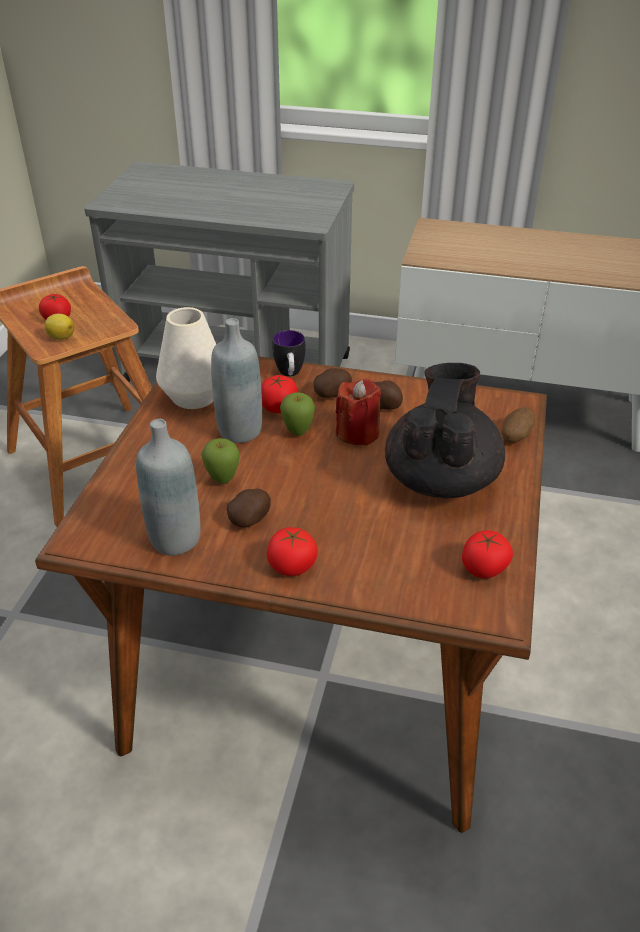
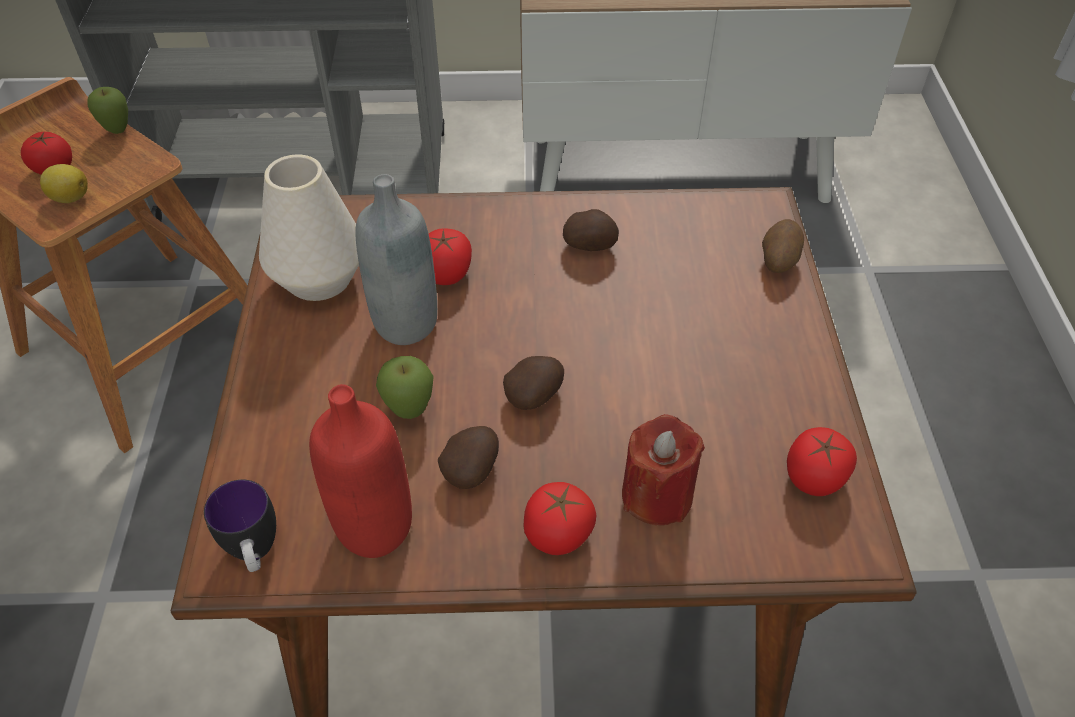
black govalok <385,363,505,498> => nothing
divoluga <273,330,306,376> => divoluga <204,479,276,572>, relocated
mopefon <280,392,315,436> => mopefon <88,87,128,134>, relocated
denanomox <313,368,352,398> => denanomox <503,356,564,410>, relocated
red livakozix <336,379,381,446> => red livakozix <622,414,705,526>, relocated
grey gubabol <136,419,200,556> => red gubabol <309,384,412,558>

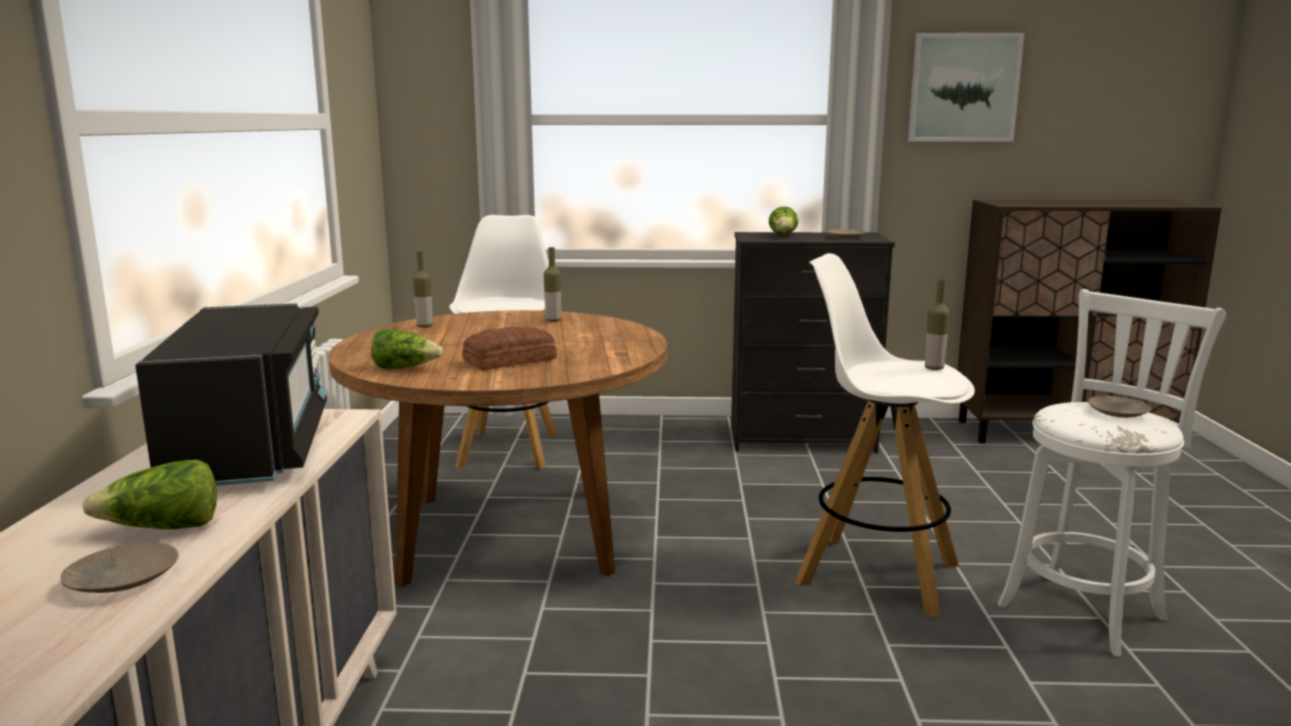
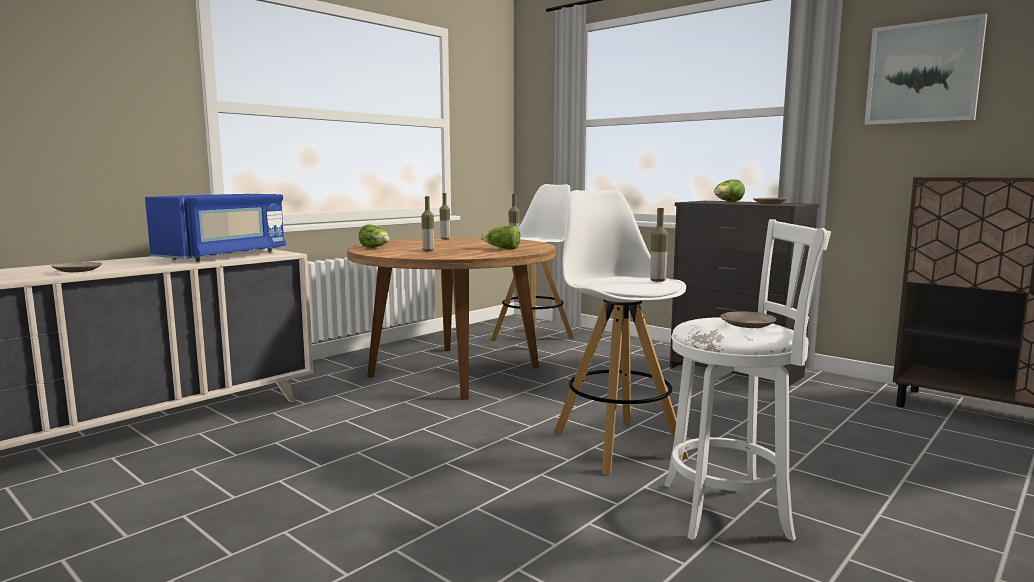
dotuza <82,460,217,529> => dotuza <481,226,520,249>, relocated
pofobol <462,326,557,371> => gubabol <421,196,434,251>
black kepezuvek <135,304,328,486> => blue kepezuvek <145,194,286,262>

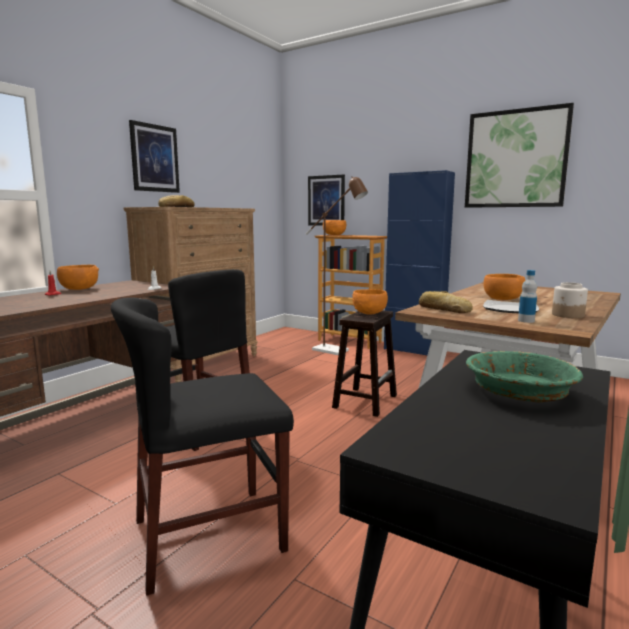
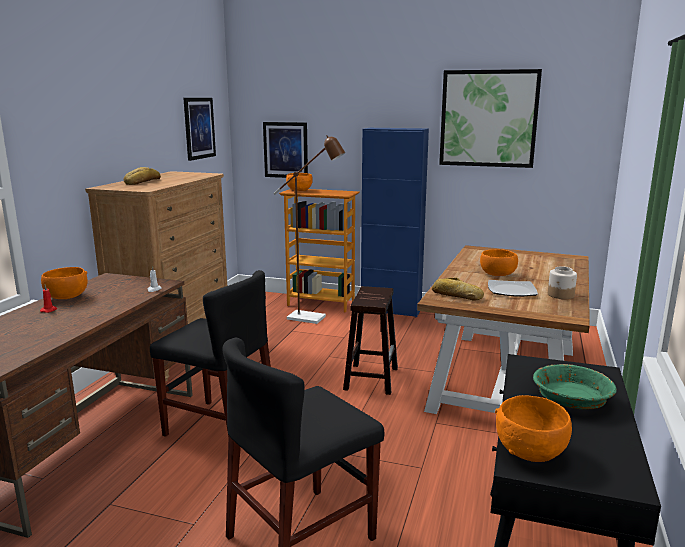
gubabol <518,270,537,323> => nothing
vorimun <129,120,180,193> => vorimun <183,98,216,161>, relocated
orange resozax <352,289,388,315> => orange resozax <495,395,572,462>, relocated

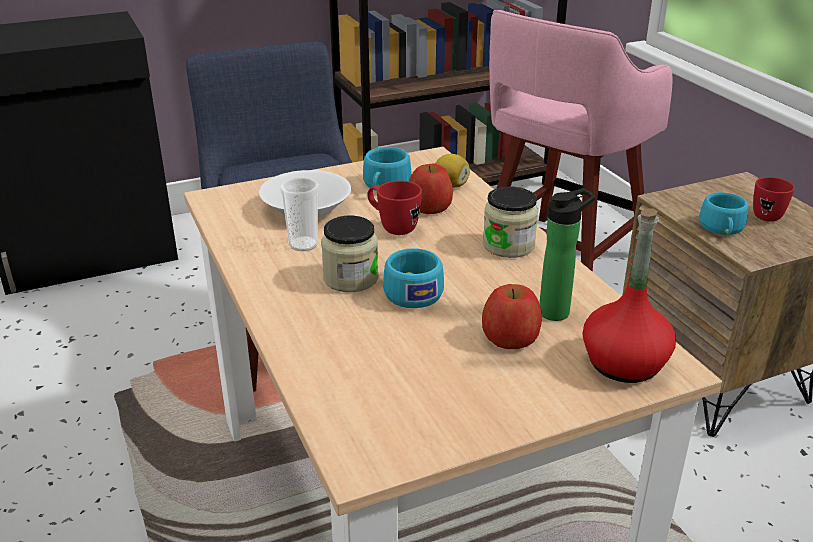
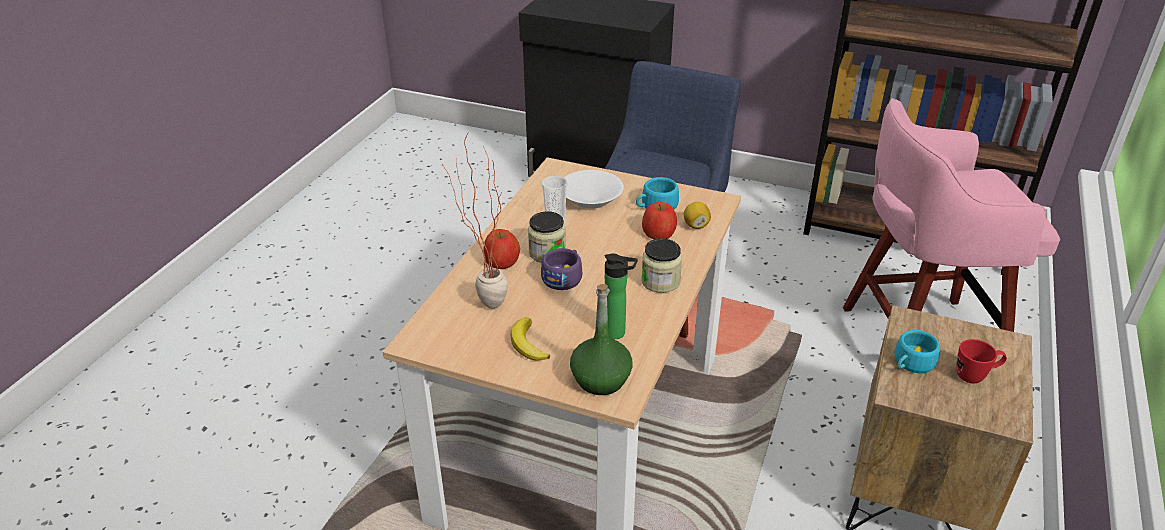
red divoluga <367,181,422,235> => nothing
nothing => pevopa <442,133,508,309>
nothing => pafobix <510,317,550,361>
mopefon <482,284,542,349> => mopefon <483,229,520,269>, relocated
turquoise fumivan <383,248,444,308> => purple fumivan <541,248,582,290>
red gubabol <583,209,676,383> => green gubabol <570,284,633,395>

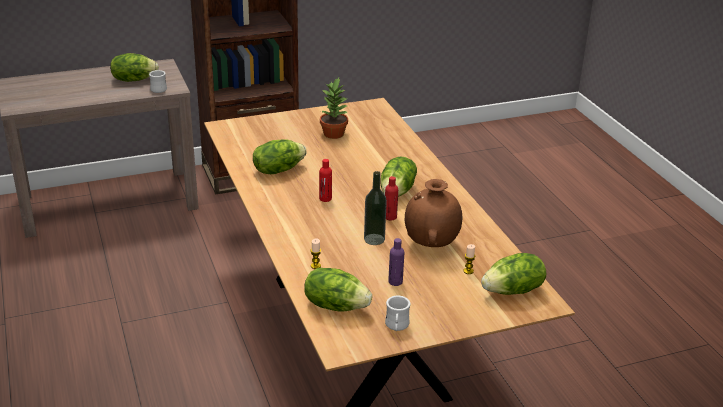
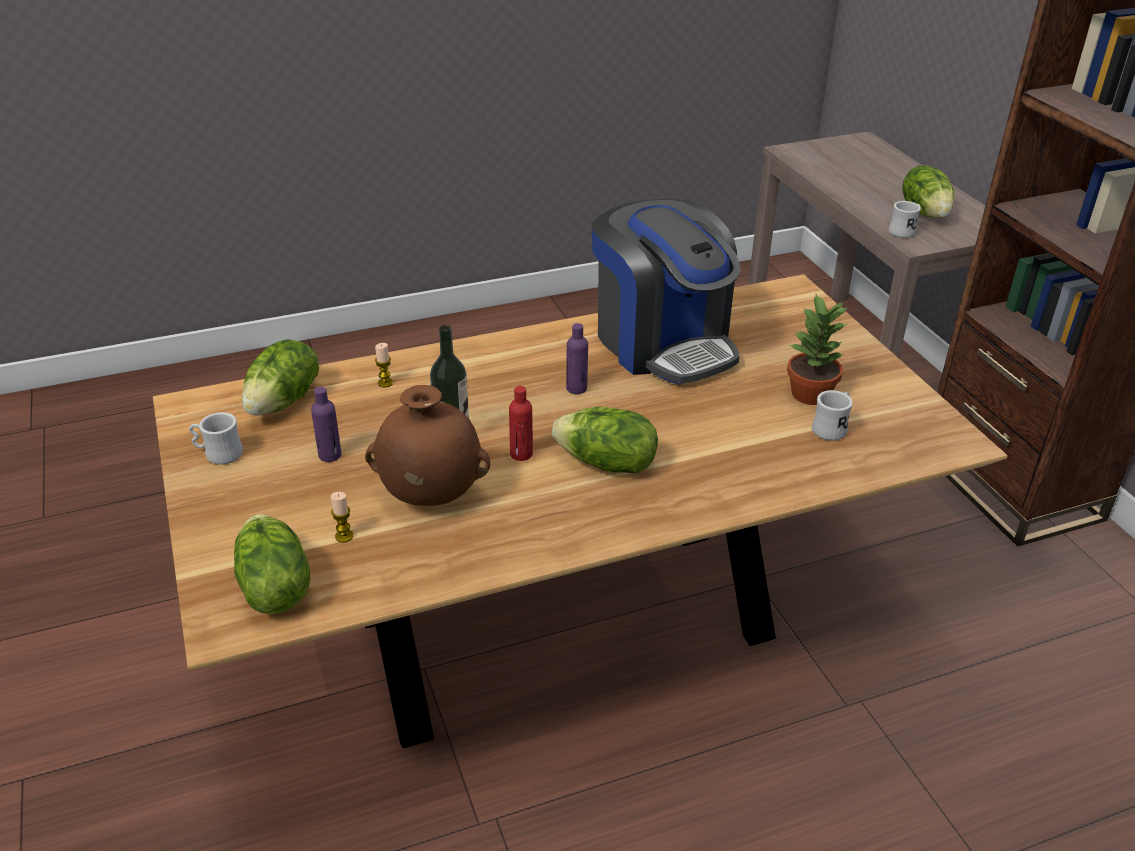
nothing => white divoluga <812,390,853,441>
dotuza <253,139,307,174> => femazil <591,199,741,385>
red gubabol <319,159,332,202> => purple gubabol <566,323,588,394>

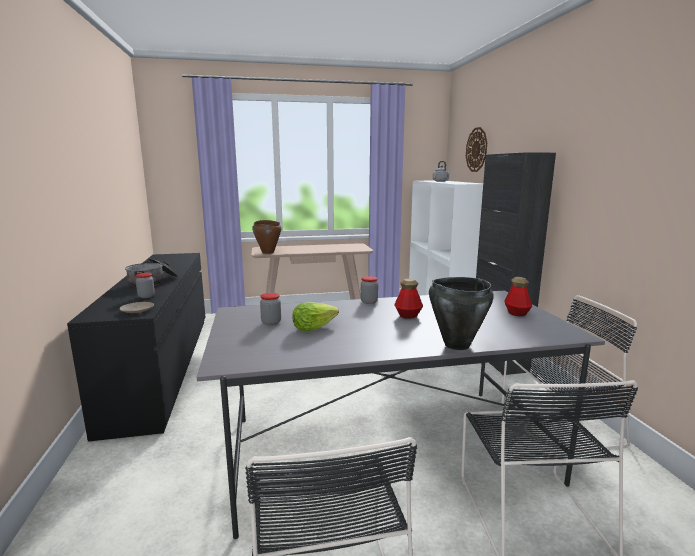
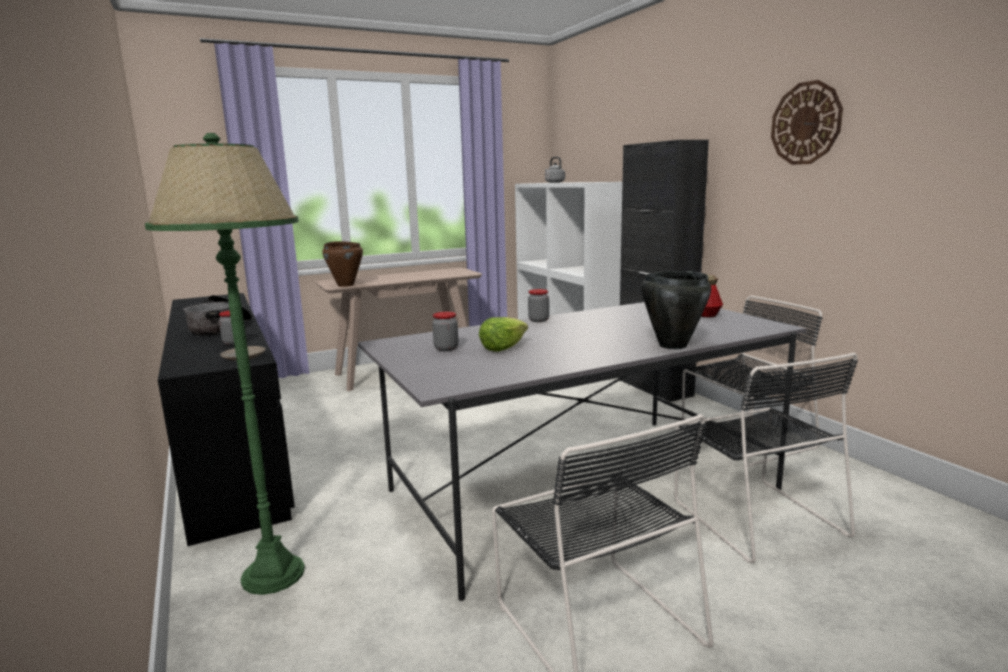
gubabol <394,279,423,319> => nothing
nothing => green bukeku <145,133,305,595>
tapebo <466,127,487,172> => tapebo <771,80,843,165>, relocated

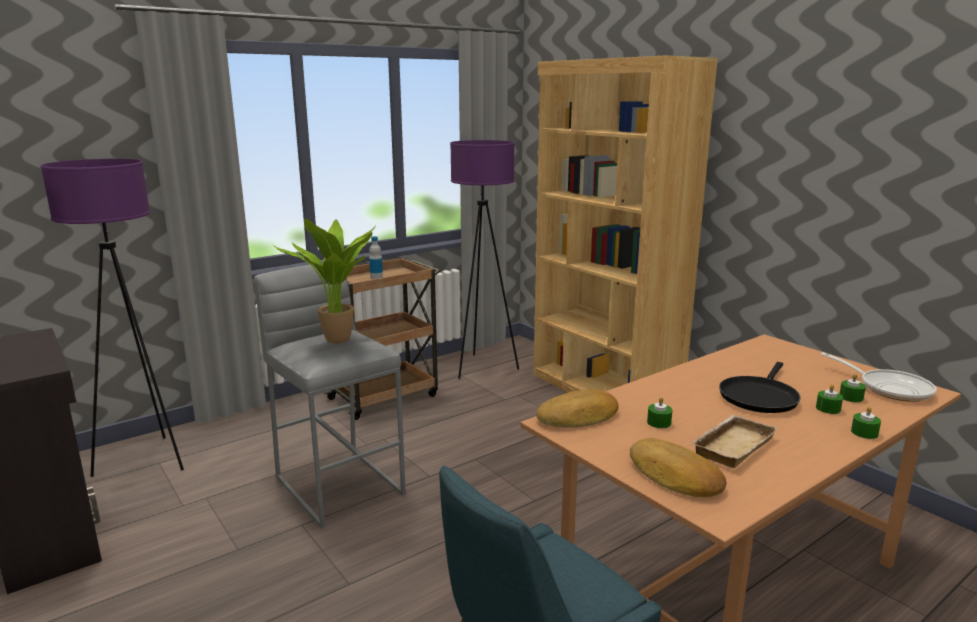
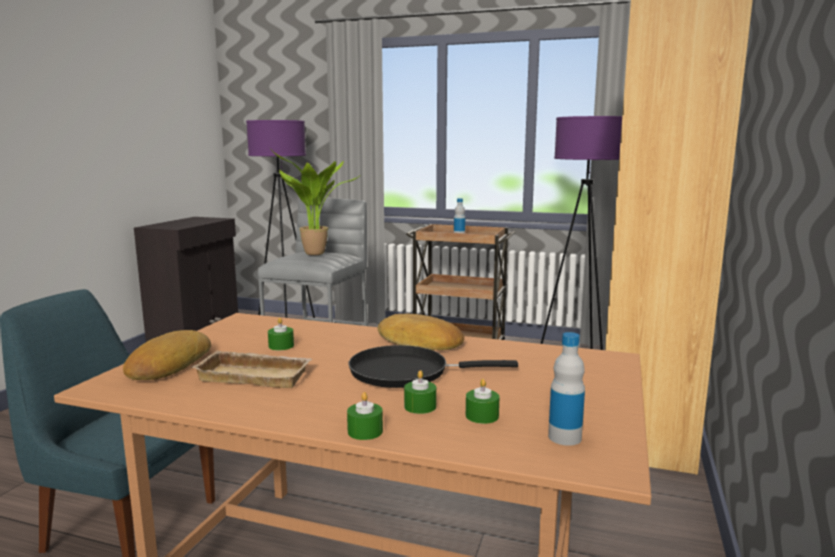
pofobol <536,389,619,428> => pofobol <378,314,464,350>, relocated
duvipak <821,352,937,402> => gubabol <548,332,585,446>

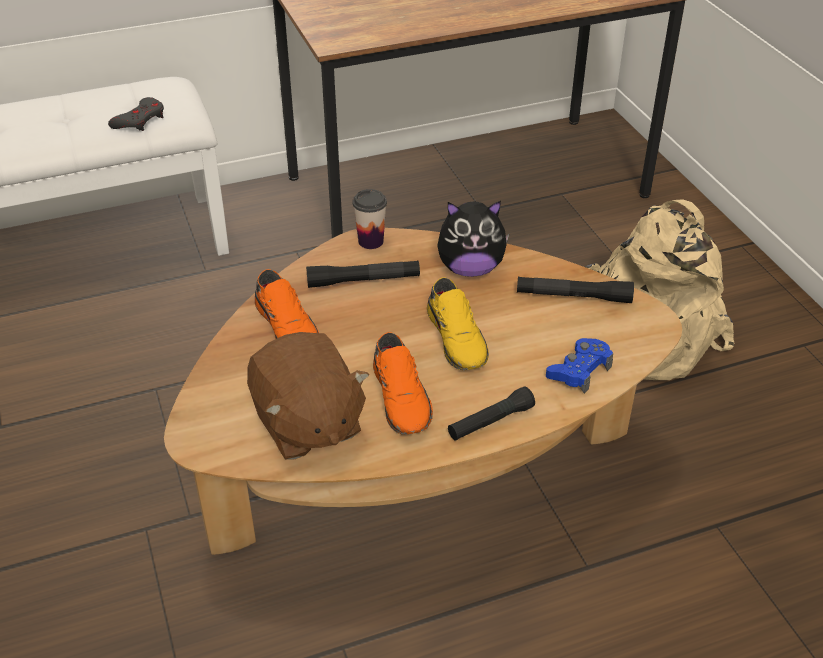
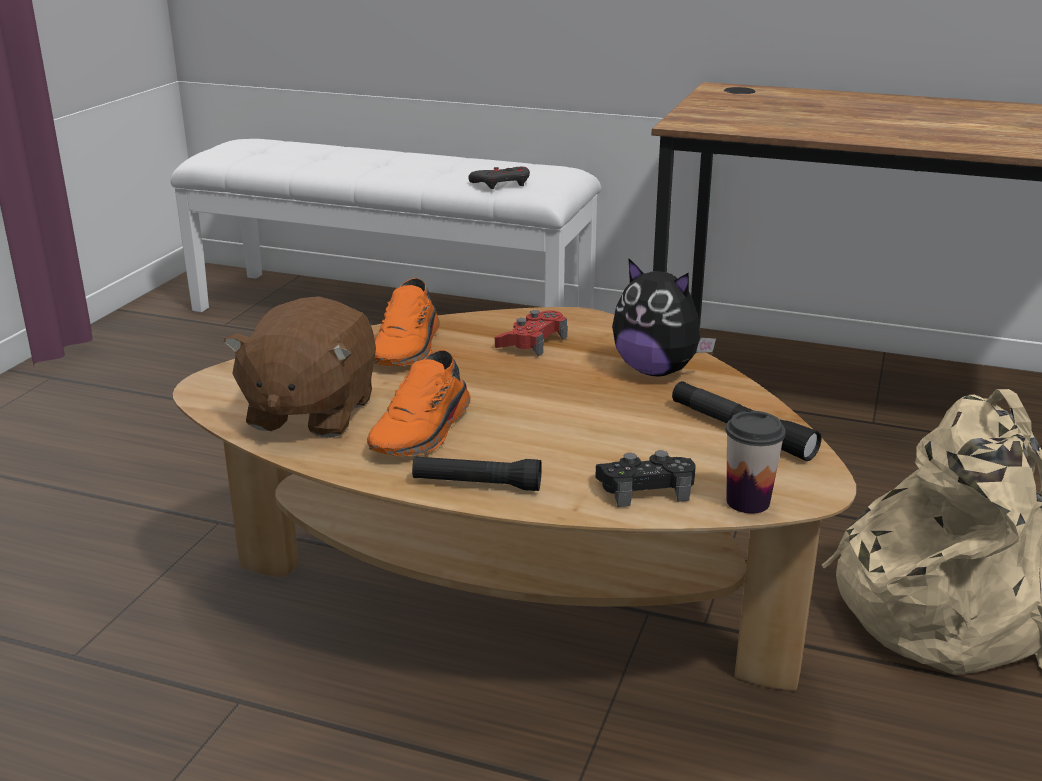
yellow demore <427,278,489,370> => nothing
fumivan <353,189,387,249> => fumivan <726,411,786,514>, relocated
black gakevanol <306,260,420,288> => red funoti <495,310,567,356>
blue funoti <546,338,613,393> => black funoti <595,450,696,507>

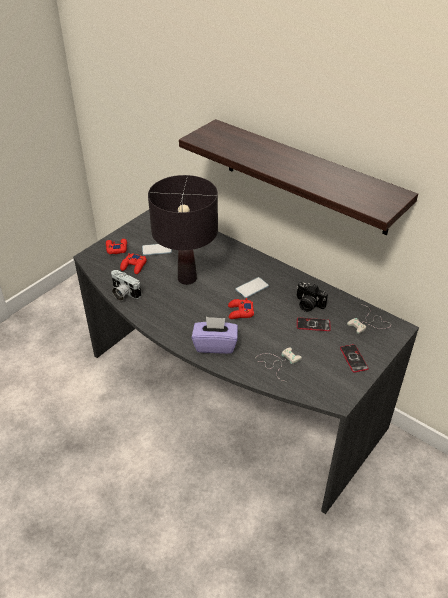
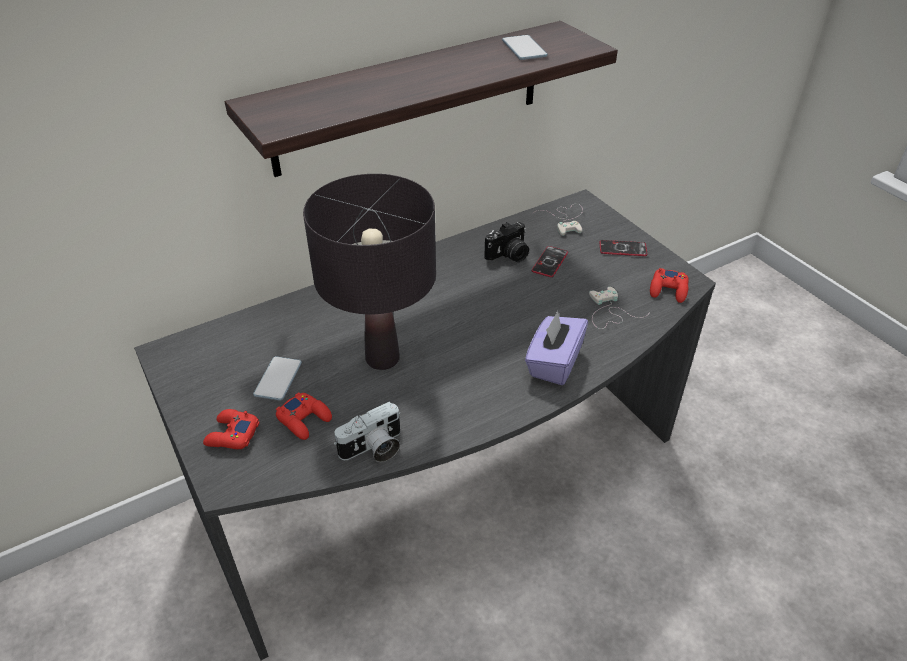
red funoti <228,298,254,319> => red funoti <650,268,689,303>, relocated
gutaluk <235,277,269,298> => gutaluk <502,35,548,60>, relocated

